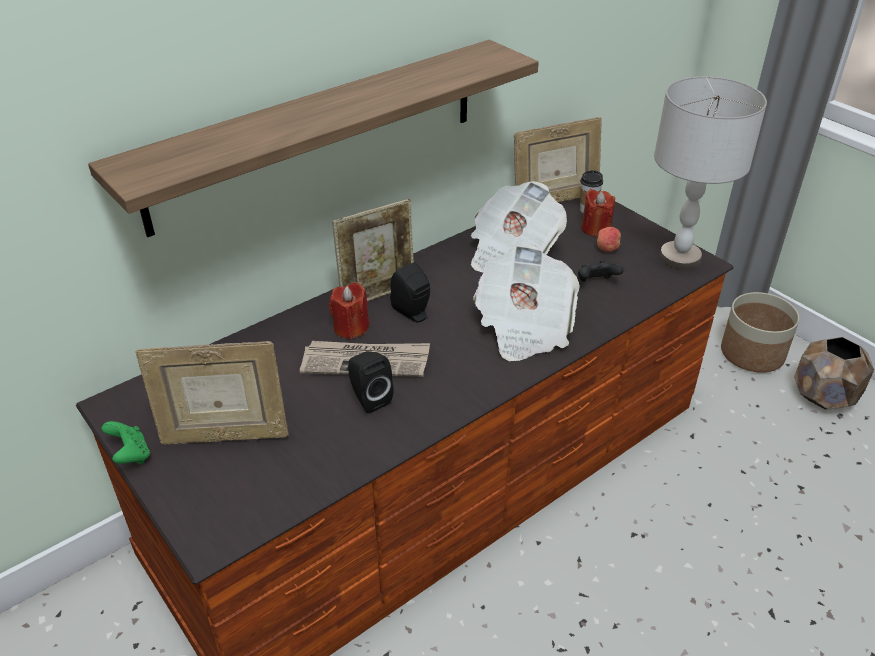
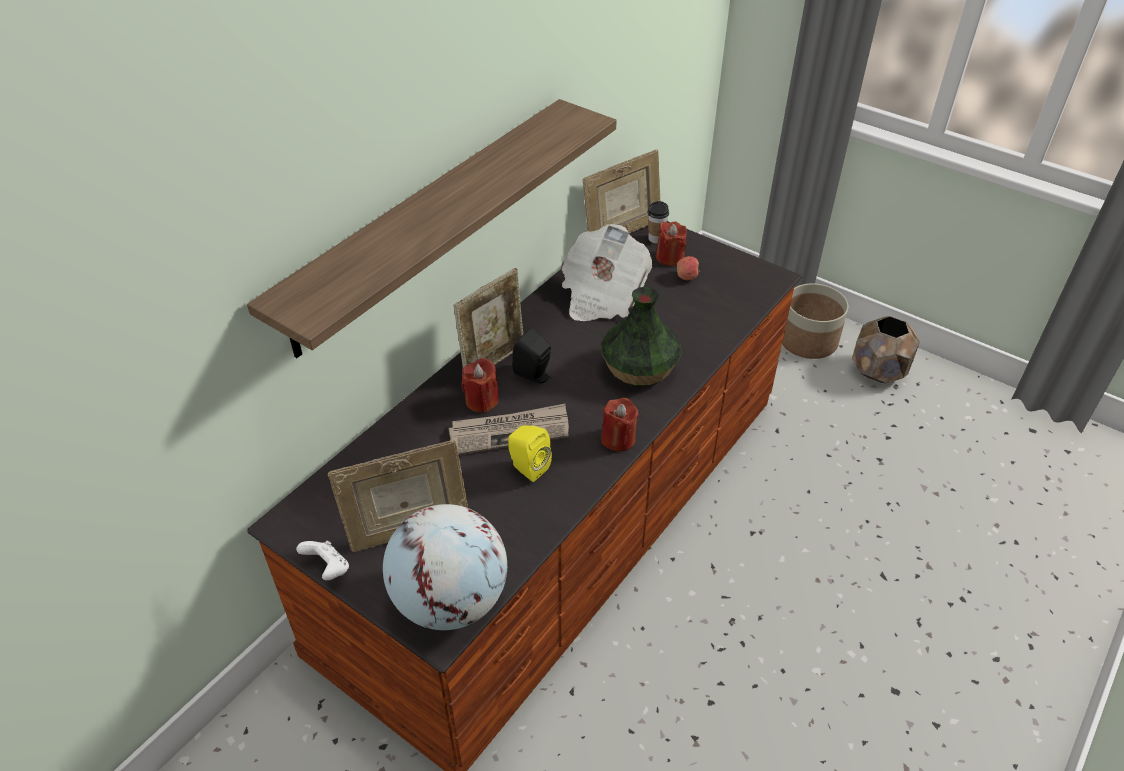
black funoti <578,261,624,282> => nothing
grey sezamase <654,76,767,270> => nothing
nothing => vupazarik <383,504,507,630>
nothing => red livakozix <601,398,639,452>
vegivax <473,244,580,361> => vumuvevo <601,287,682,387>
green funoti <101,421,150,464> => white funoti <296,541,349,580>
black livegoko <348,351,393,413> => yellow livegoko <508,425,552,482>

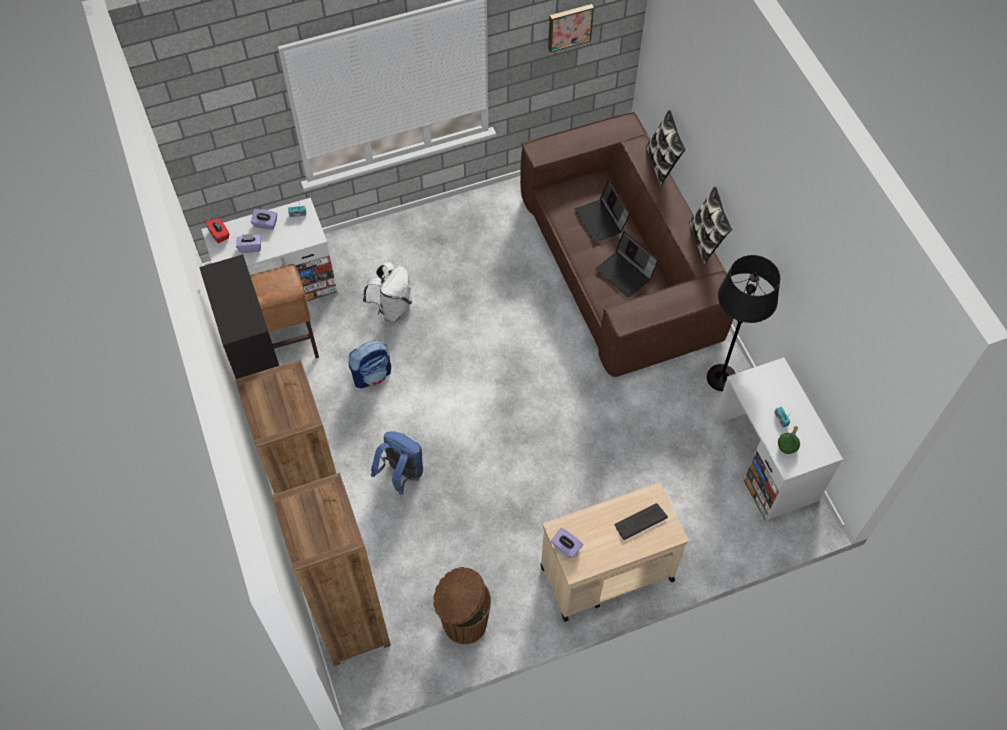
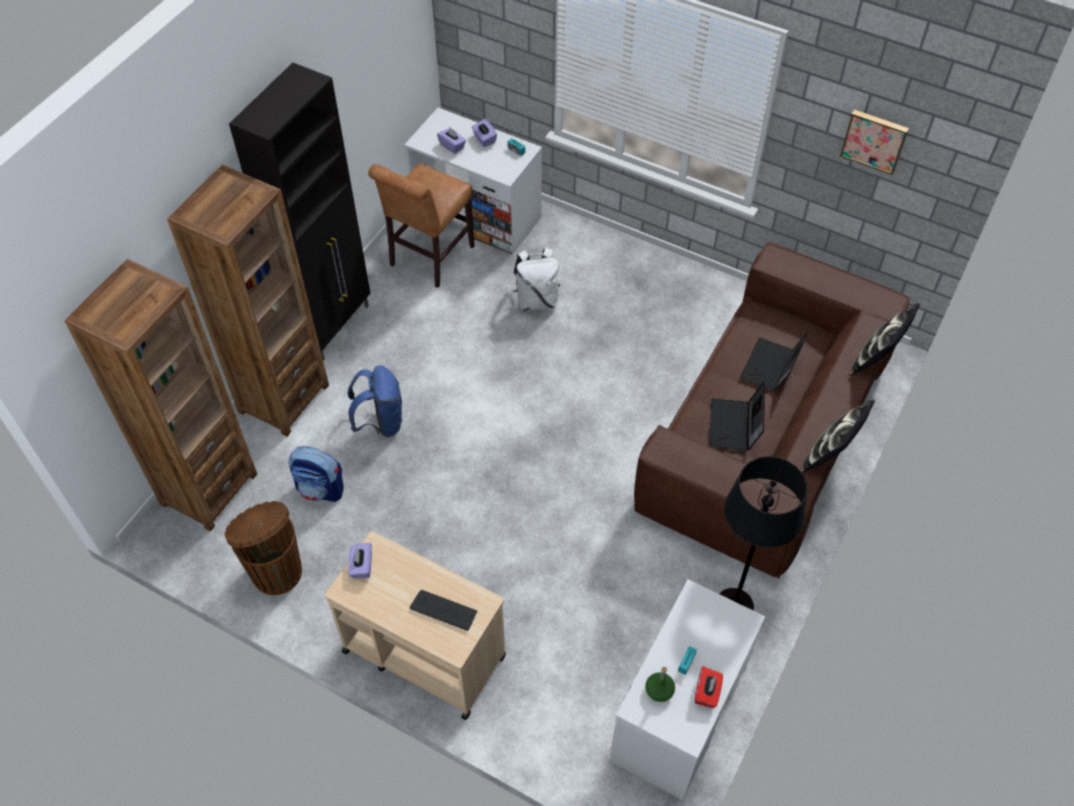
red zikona <205,218,229,243> => red zikona <695,666,723,708>, relocated
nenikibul <348,340,391,389> => nenikibul <288,447,344,502>, relocated

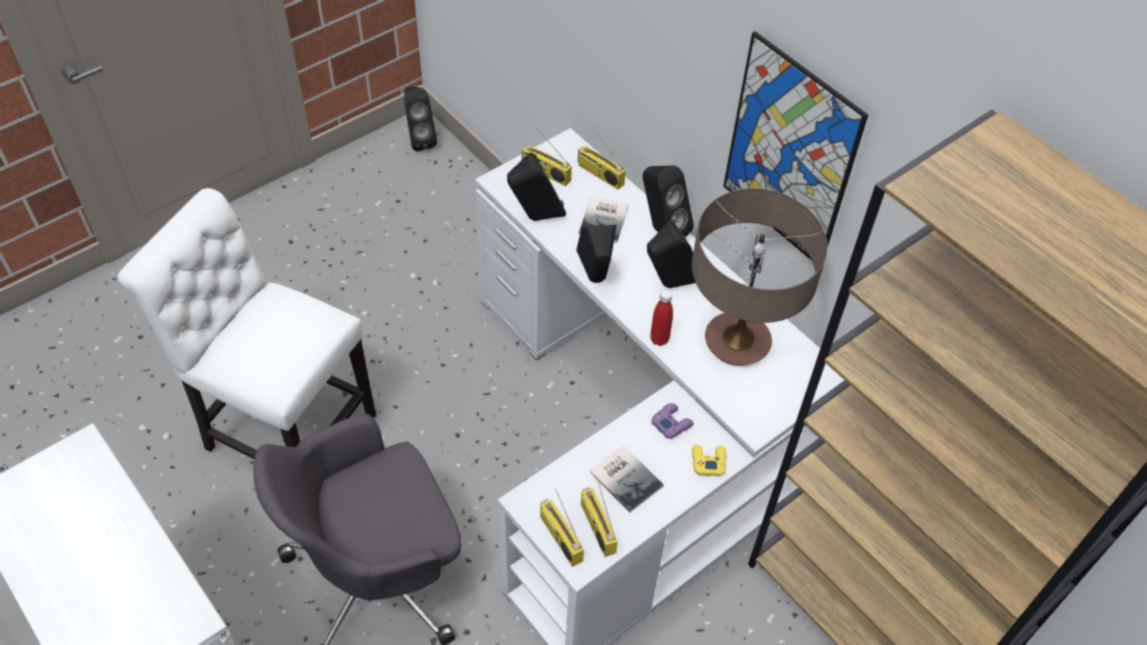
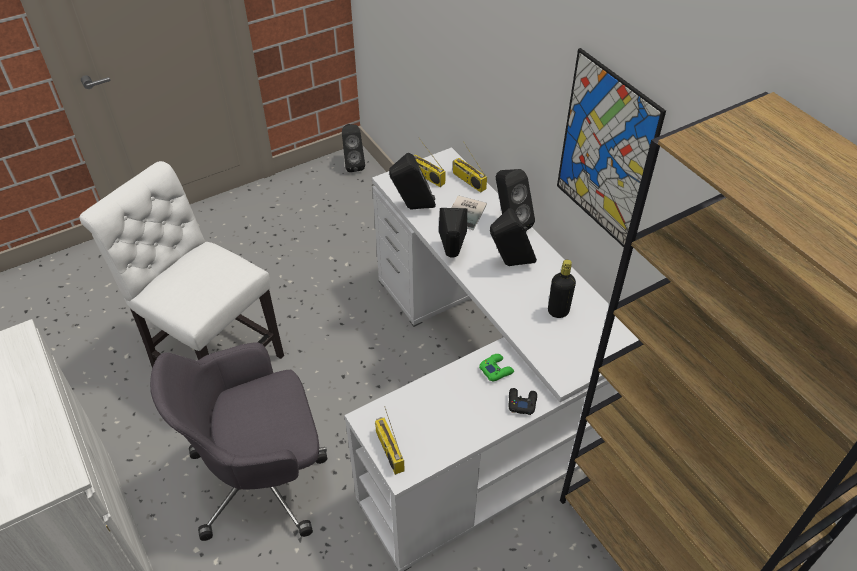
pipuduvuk <581,477,618,557> => nothing
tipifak <590,446,664,512> => nothing
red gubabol <650,290,673,346> => nothing
sezamase <692,188,828,366> => black gubabol <548,260,576,318>
purple funoti <651,403,694,439> => green funoti <479,354,514,381>
yellow funoti <692,445,726,476> => black funoti <508,388,537,415>

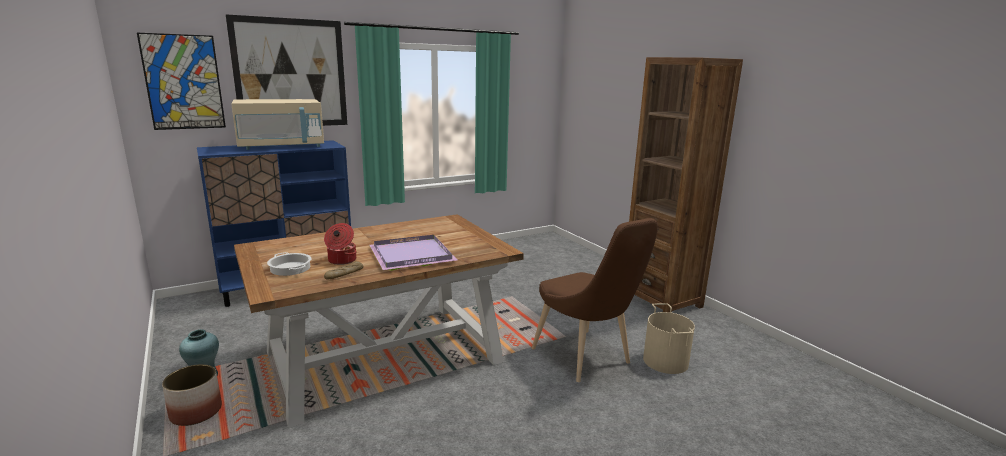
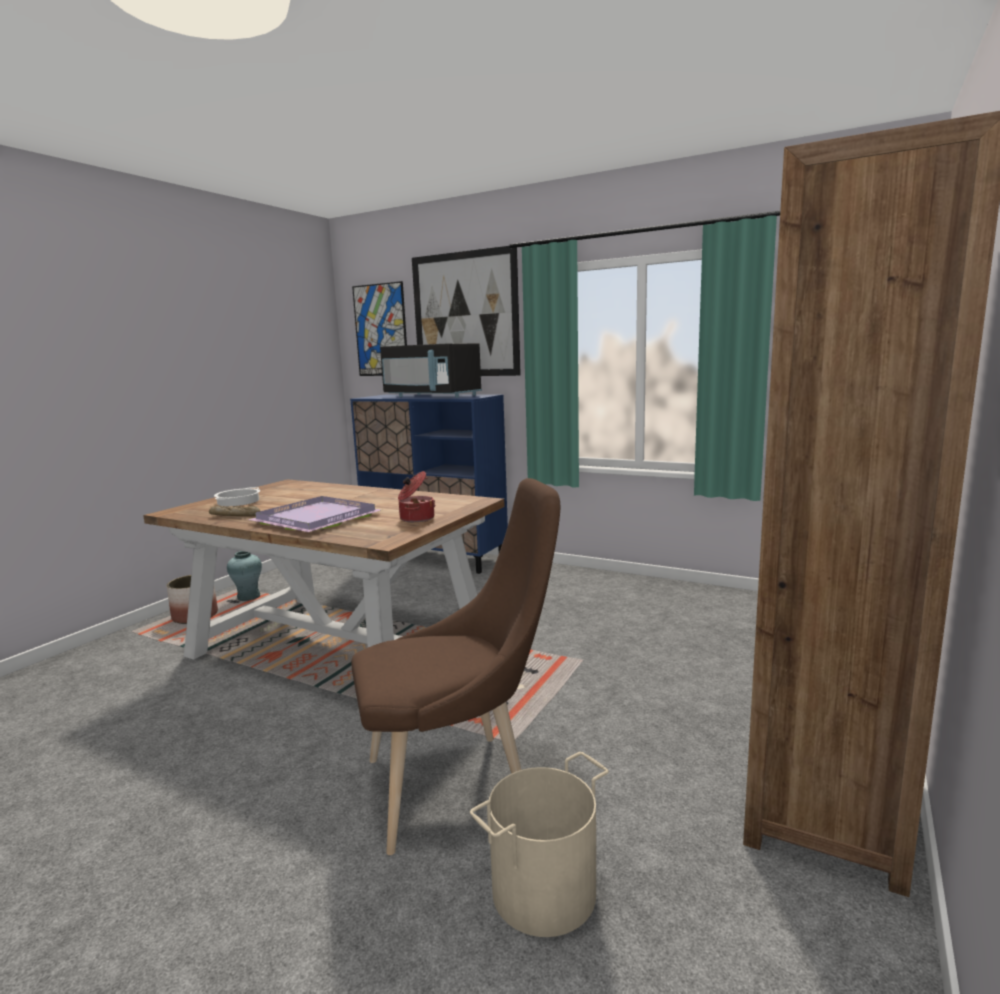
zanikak <324,223,357,265> => zanikak <398,471,435,522>, relocated
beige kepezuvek <231,99,324,150> => black kepezuvek <380,343,482,398>
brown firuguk <532,218,658,382> => brown firuguk <351,478,560,855>, 135 degrees counterclockwise

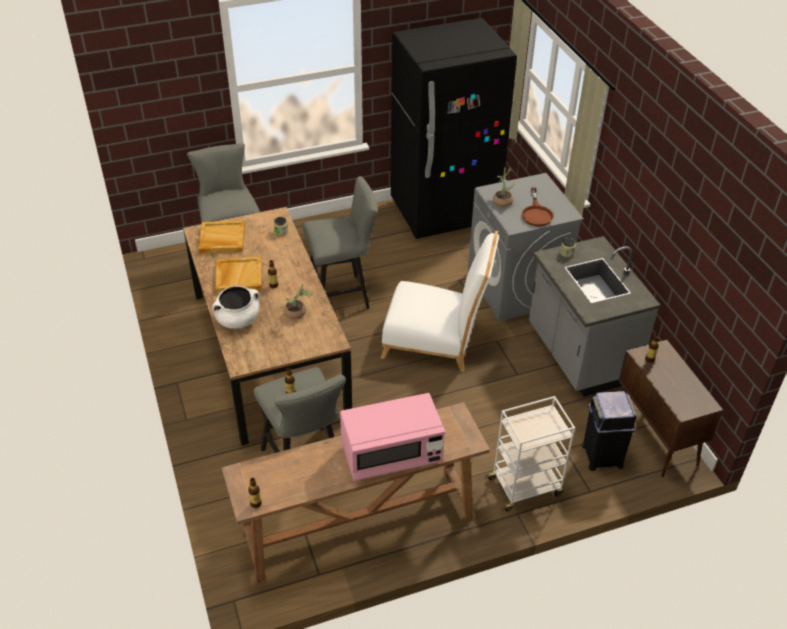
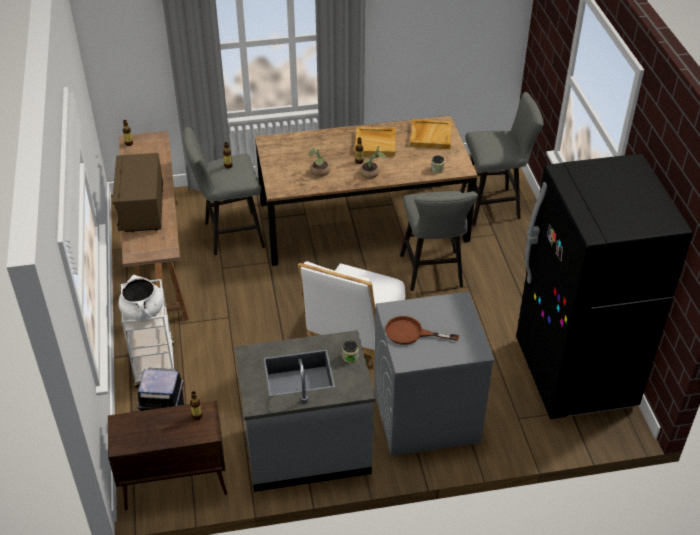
white zanikak <212,286,260,329> => white zanikak <119,275,164,322>, relocated
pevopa <493,167,516,207> => pevopa <360,146,387,179>, relocated
pink kepezuvek <340,393,445,481> => brown kepezuvek <112,153,163,232>

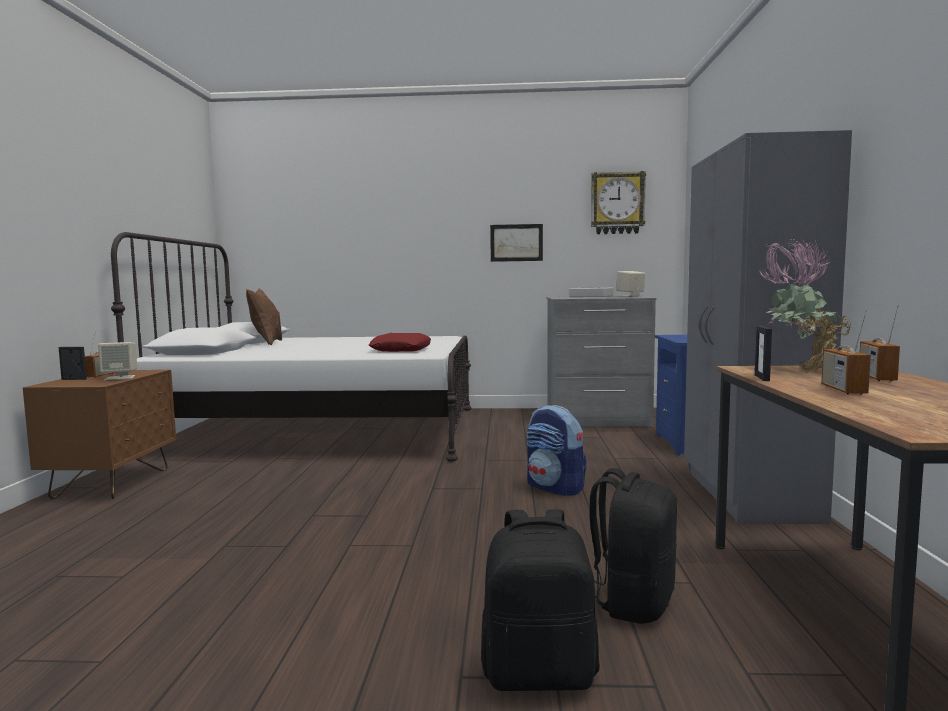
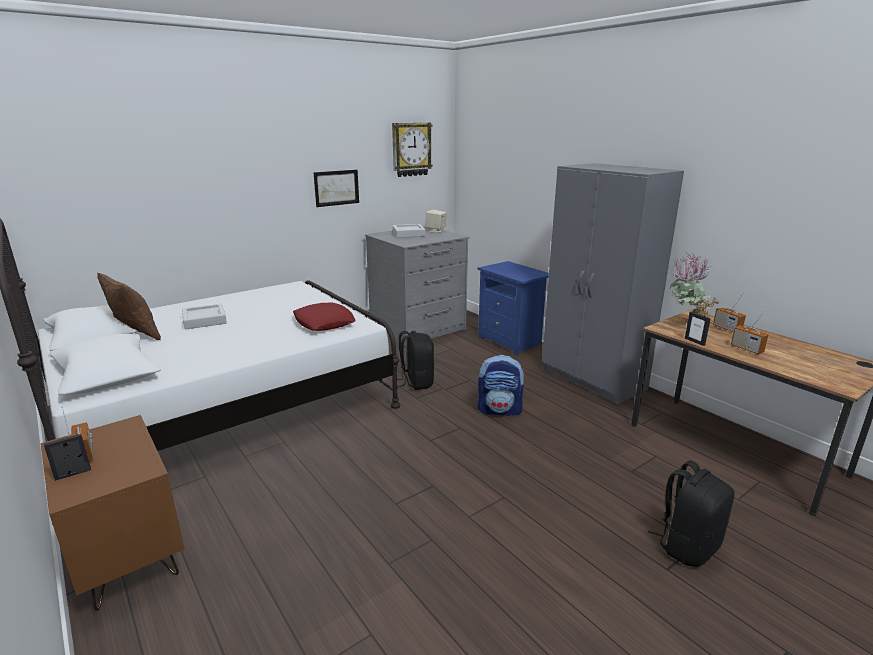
beige livegoko <98,342,137,380> => nothing
nothing => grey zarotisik <182,303,227,330>
black nenikibul <590,468,677,624> => black nenikibul <397,331,434,390>, relocated

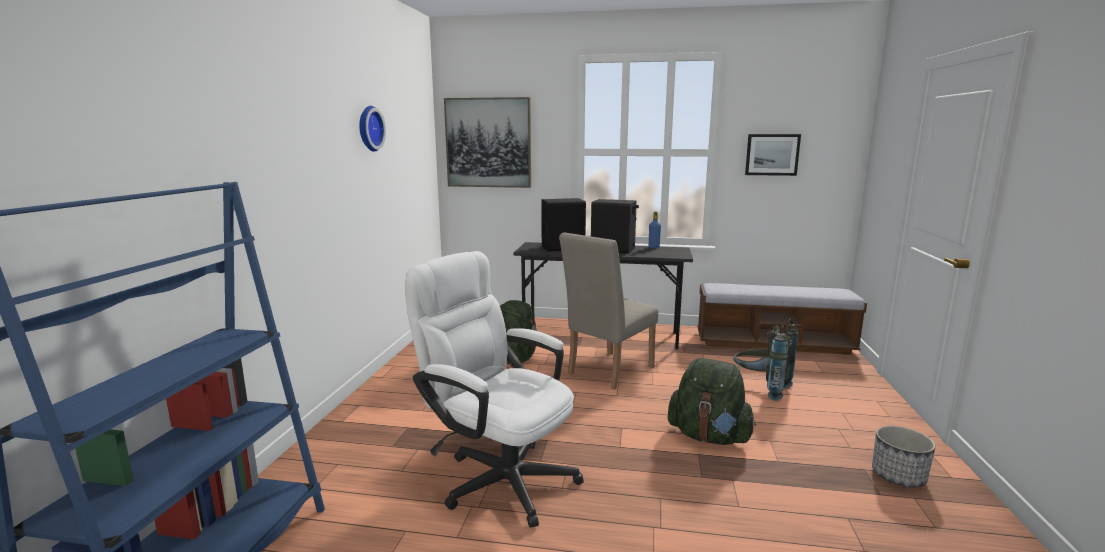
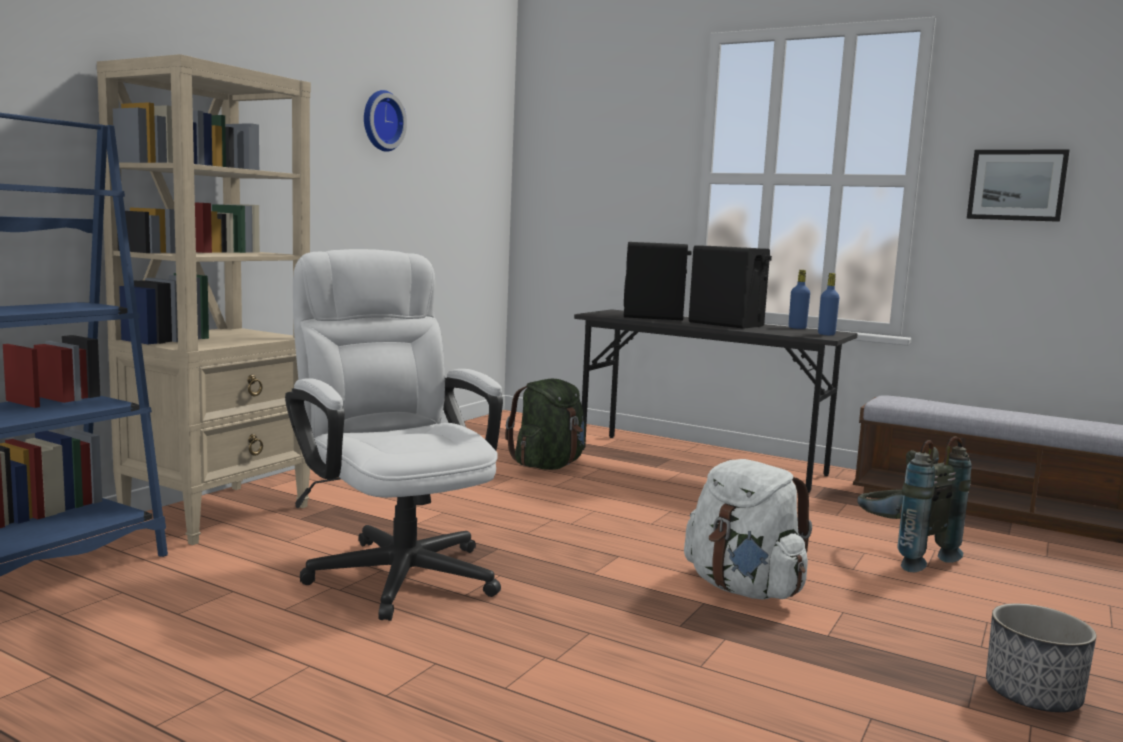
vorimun <444,97,531,188> => nothing
beige firuguk <559,233,658,390> => nothing
nothing => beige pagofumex <97,54,311,545>
nothing => blue gubabol <818,273,839,335>
green nenikibul <668,358,756,445> => white nenikibul <684,459,812,599>

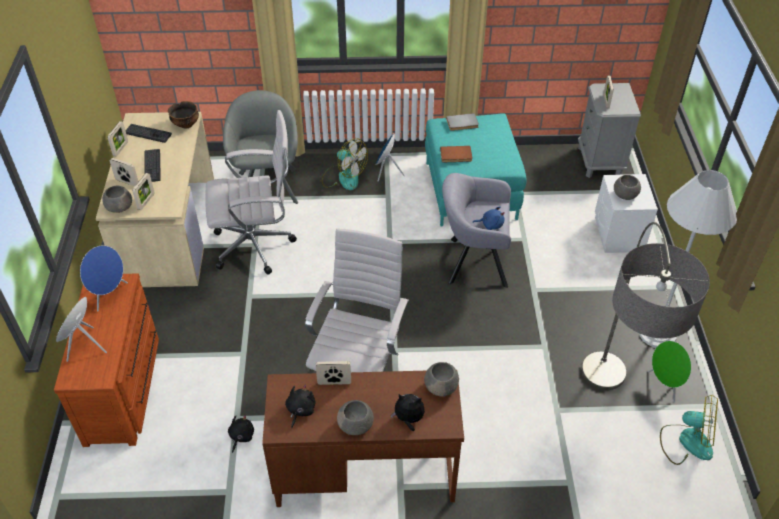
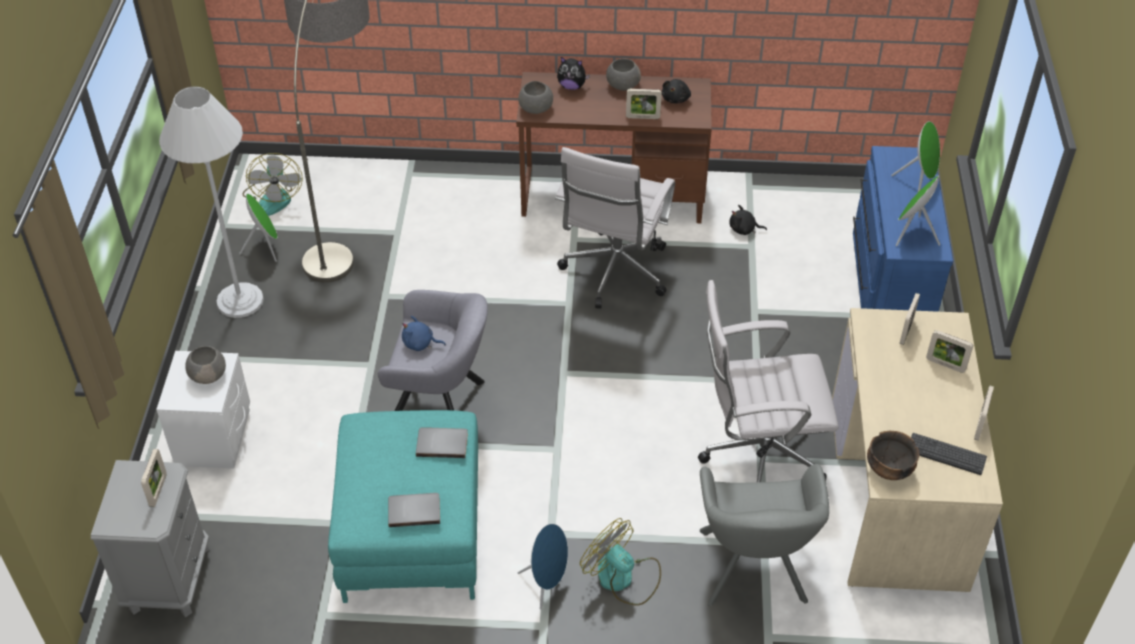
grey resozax <102,186,132,213> => nothing
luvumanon <145,149,161,182> => nothing
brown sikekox <54,273,159,447> => blue sikekox <853,146,953,312>
blue livegoko <80,246,128,312> => green livegoko <895,175,940,246>
brown tipifak <440,146,472,162> => grey tipifak <416,427,468,458>
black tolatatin <228,415,254,453> => black tolatatin <729,205,767,235>, 75 degrees clockwise
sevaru <660,395,718,465> => sevaru <242,153,303,216>, 120 degrees counterclockwise

